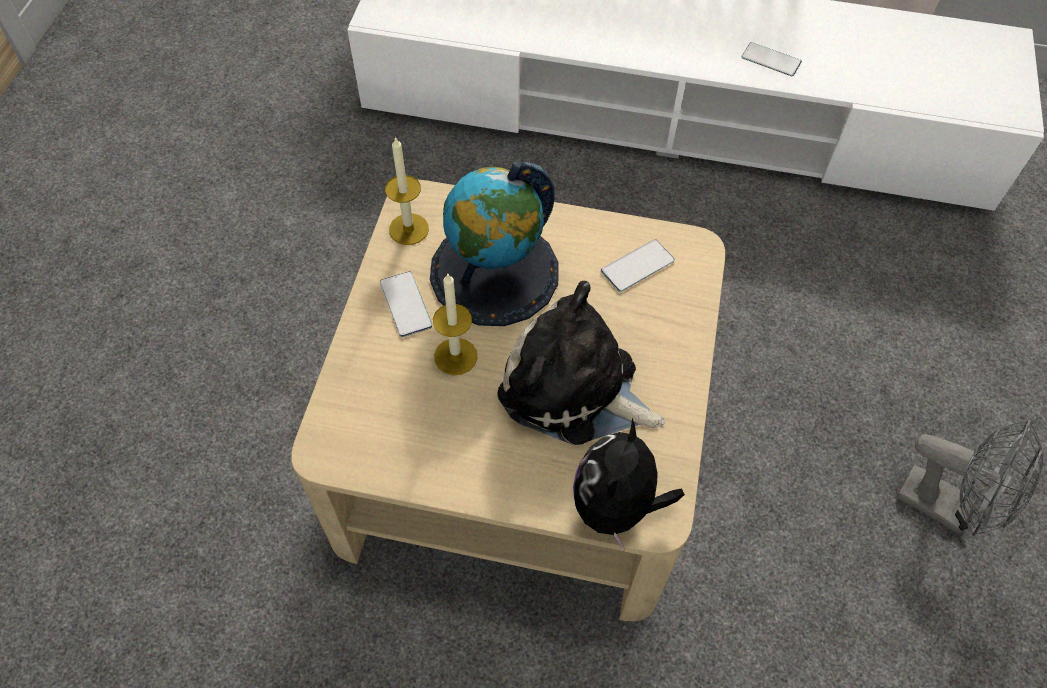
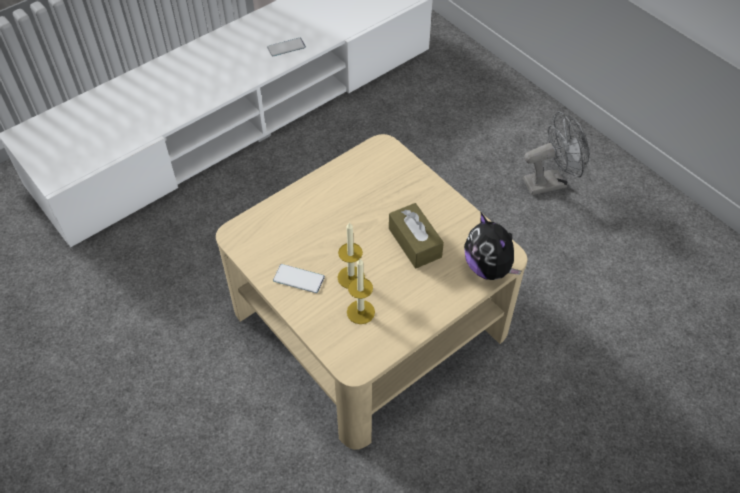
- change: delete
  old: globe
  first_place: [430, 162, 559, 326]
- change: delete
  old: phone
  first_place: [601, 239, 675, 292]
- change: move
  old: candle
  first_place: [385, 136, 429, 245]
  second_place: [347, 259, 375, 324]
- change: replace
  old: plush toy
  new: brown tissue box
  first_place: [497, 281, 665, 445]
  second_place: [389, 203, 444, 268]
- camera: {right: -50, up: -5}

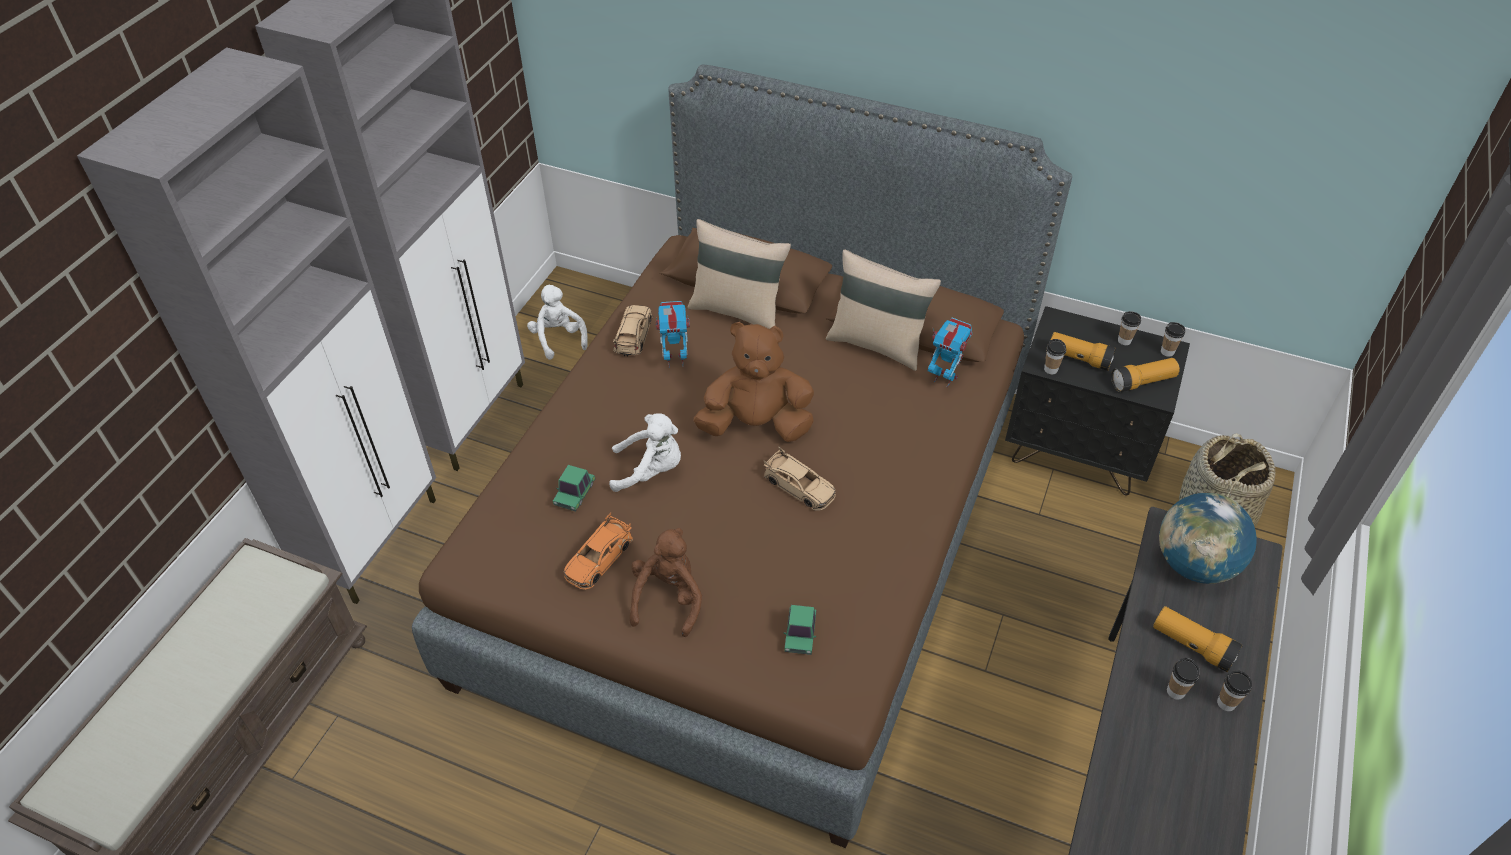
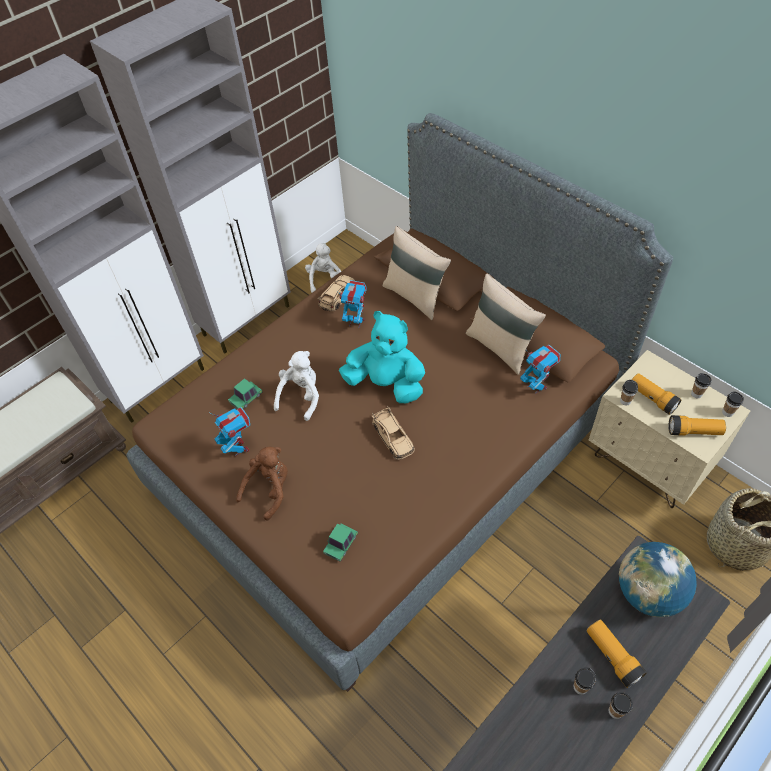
- change: replace
  old: orange toy car
  new: toy robot
  first_place: [564, 512, 633, 590]
  second_place: [210, 407, 250, 456]
- change: recolor
  old: brown plush toy
  new: turquoise plush toy
  first_place: [694, 322, 814, 442]
  second_place: [339, 311, 425, 403]
- change: recolor
  old: black nightstand
  new: beige nightstand
  first_place: [1005, 306, 1190, 495]
  second_place: [589, 350, 750, 508]
- change: rotate
  old: white plush toy
  first_place: [609, 413, 681, 492]
  second_place: [274, 351, 319, 421]
  degrees: -90
- camera: {right: 25, up: 5}

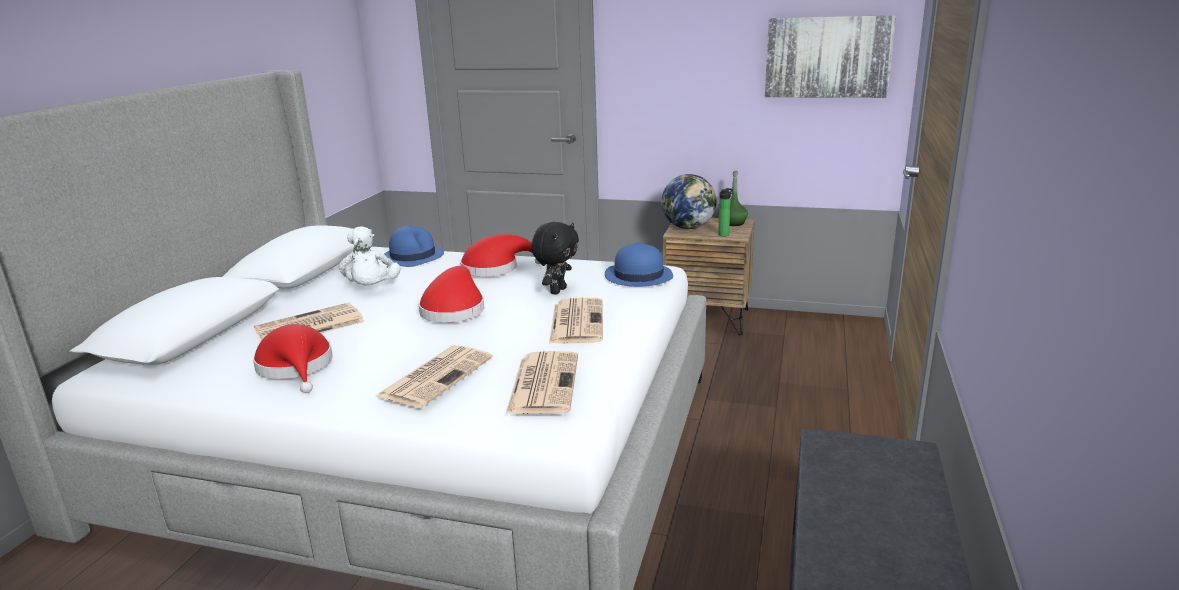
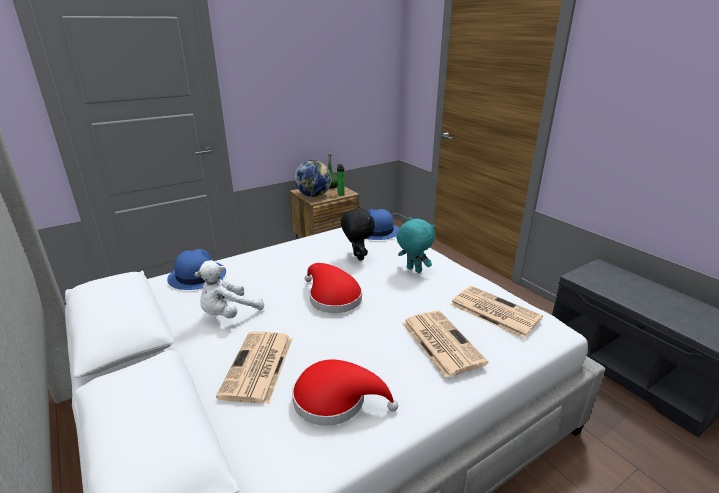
- change: delete
  old: red hat
  first_place: [460, 234, 540, 277]
- change: delete
  old: picture
  first_place: [765, 15, 896, 98]
- change: replace
  old: newspaper
  new: turquoise plush toy
  first_place: [549, 298, 603, 344]
  second_place: [397, 217, 435, 273]
- change: rotate
  old: white plush toy
  first_place: [339, 226, 401, 286]
  second_place: [195, 260, 264, 319]
  degrees: 105
- camera: {right: -50, up: 5}

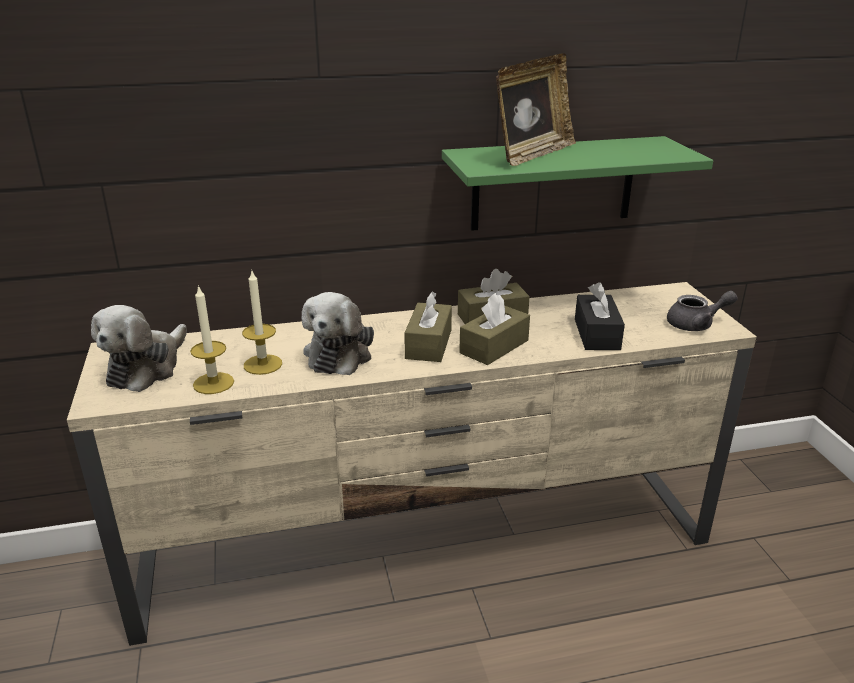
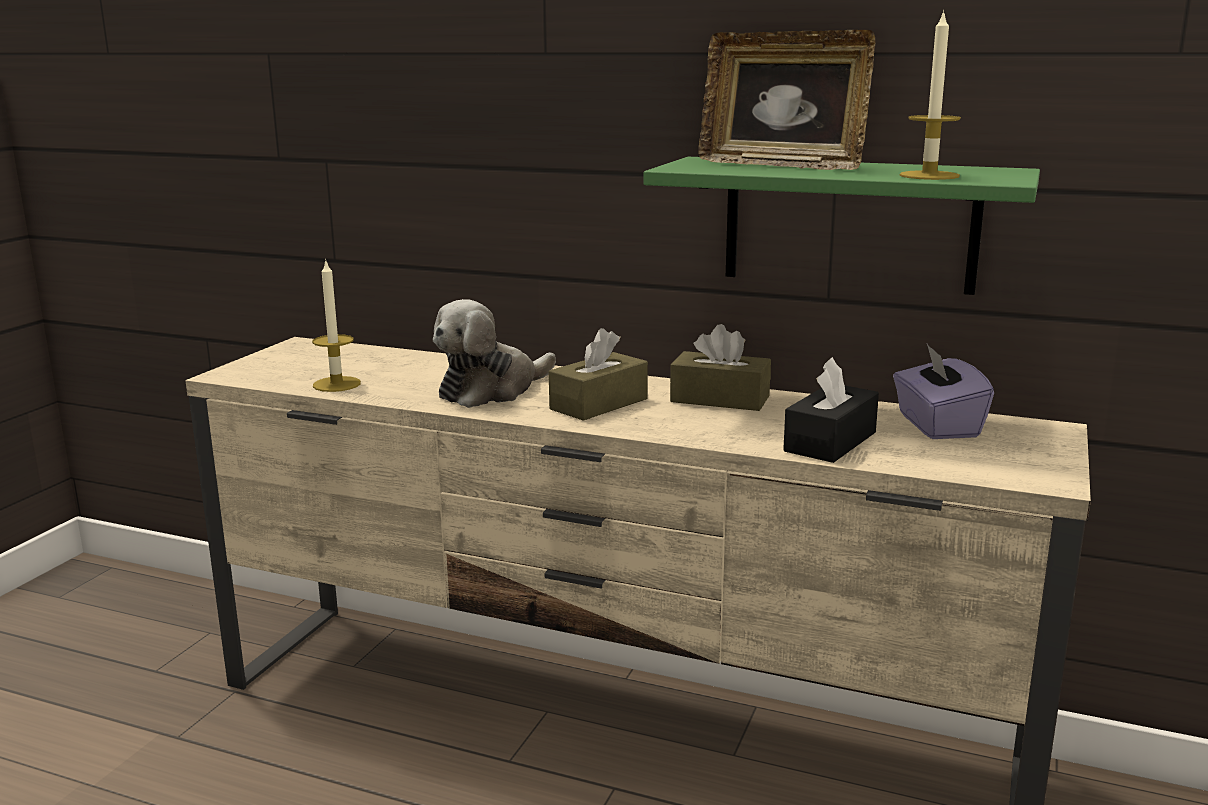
- change: delete
  old: plush toy
  first_place: [91, 305, 187, 392]
- change: delete
  old: brown tissue box
  first_place: [459, 293, 530, 365]
- change: delete
  old: grey teapot
  first_place: [667, 290, 738, 331]
- change: insert
  new: purple tissue box
  second_place: [893, 344, 994, 439]
- change: move
  old: candle
  first_place: [242, 269, 282, 375]
  second_place: [899, 9, 961, 180]
- change: rotate
  old: picture frame
  first_place: [496, 53, 576, 166]
  second_place: [698, 30, 875, 170]
  degrees: 45
- camera: {right: 35, up: -10}

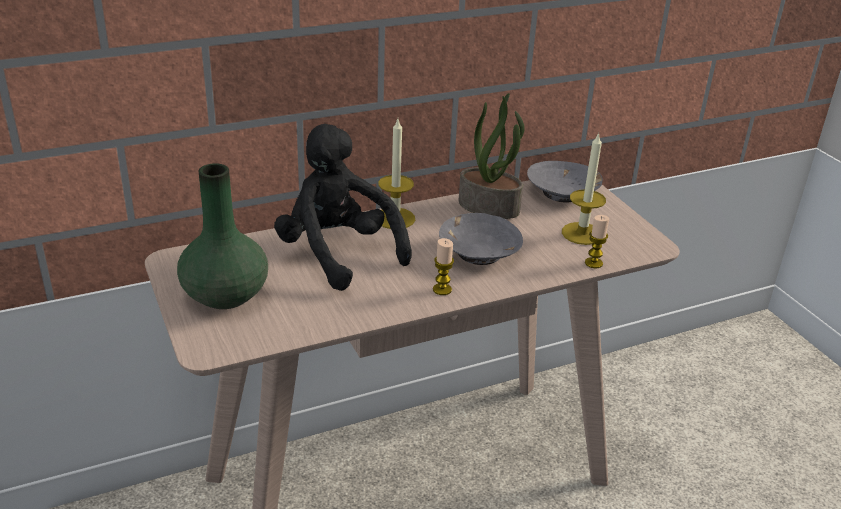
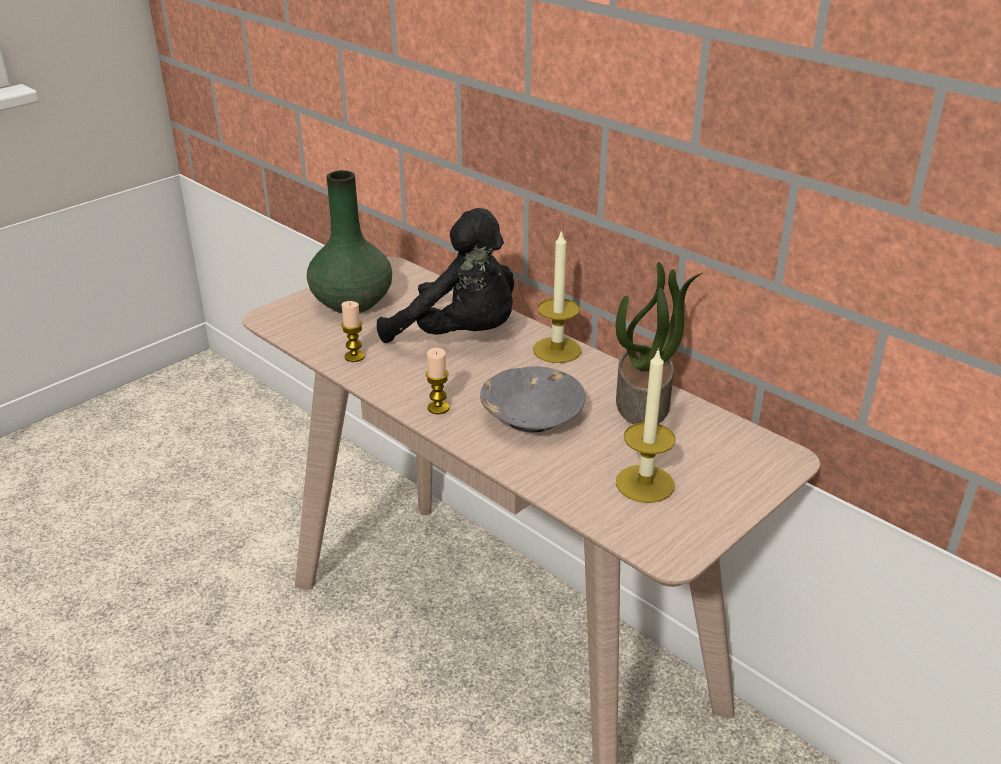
- change: delete
  old: grey bowl
  first_place: [527, 161, 603, 202]
- change: move
  old: candle
  first_place: [585, 215, 609, 268]
  second_place: [341, 301, 365, 362]
- change: rotate
  old: black plush toy
  first_place: [274, 124, 412, 291]
  second_place: [377, 208, 514, 343]
  degrees: 90
- camera: {right: 70, up: 0}

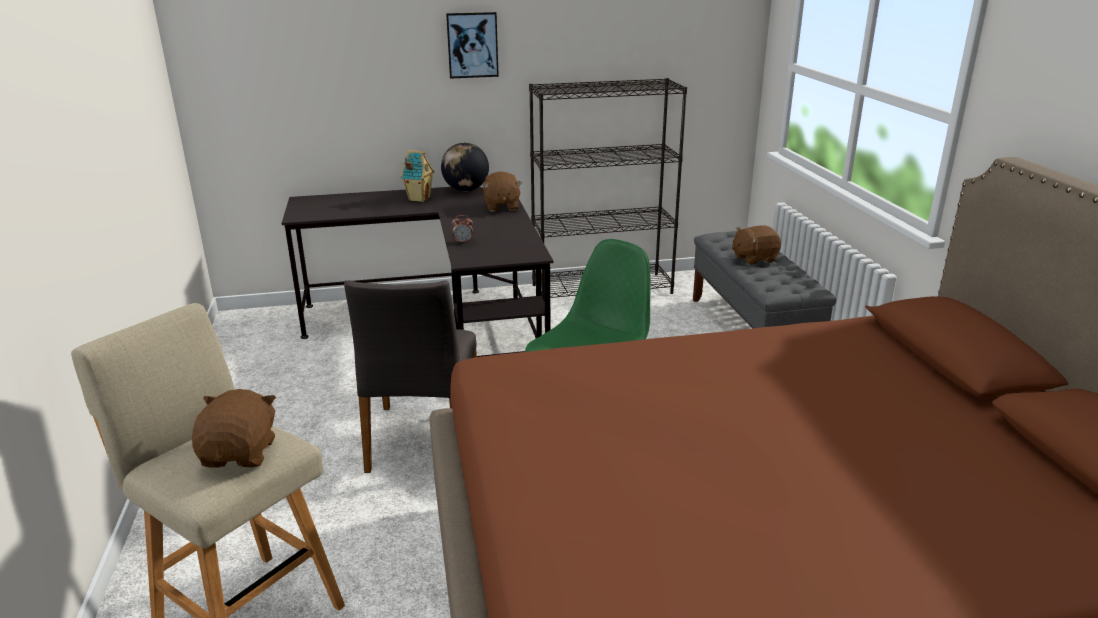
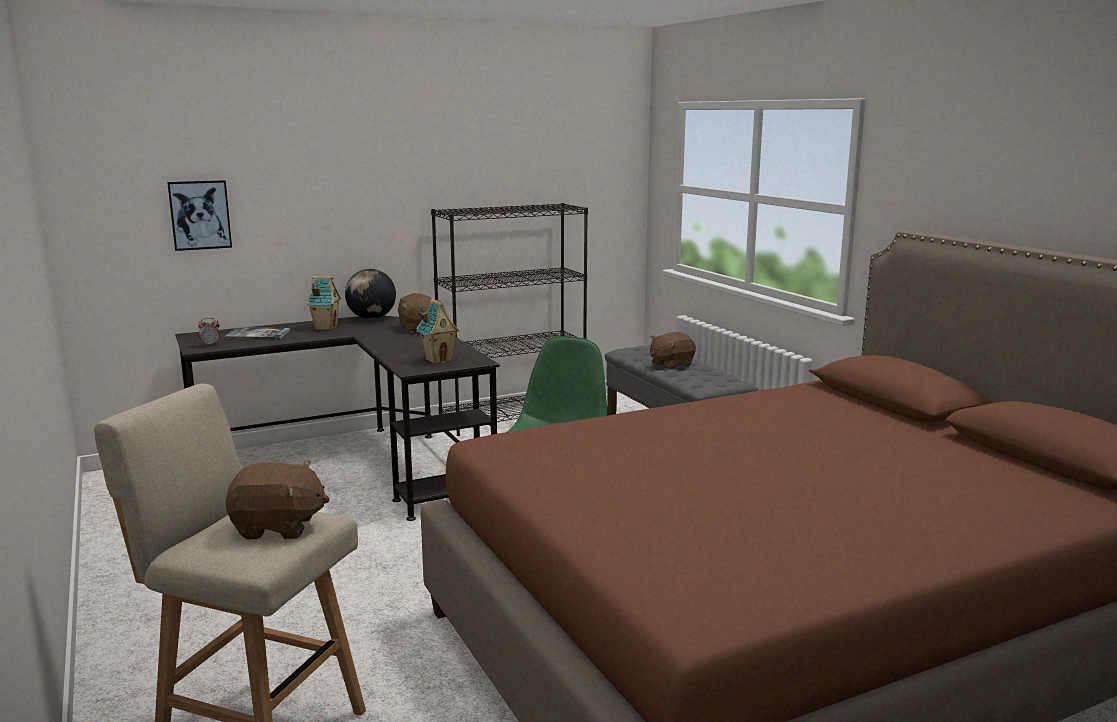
- change: delete
  old: grey chair
  first_place: [344, 280, 477, 473]
- change: insert
  new: book
  second_place: [224, 327, 290, 340]
- change: insert
  new: toy house
  second_place: [416, 299, 460, 364]
- change: move
  old: picture
  first_place: [446, 12, 499, 79]
  second_place: [167, 180, 232, 251]
- change: move
  old: alarm clock
  first_place: [452, 215, 473, 243]
  second_place: [198, 318, 220, 345]
- change: rotate
  old: brown plush toy
  first_place: [192, 389, 276, 468]
  second_place: [226, 461, 330, 540]
  degrees: 105
- camera: {right: -15, up: -10}

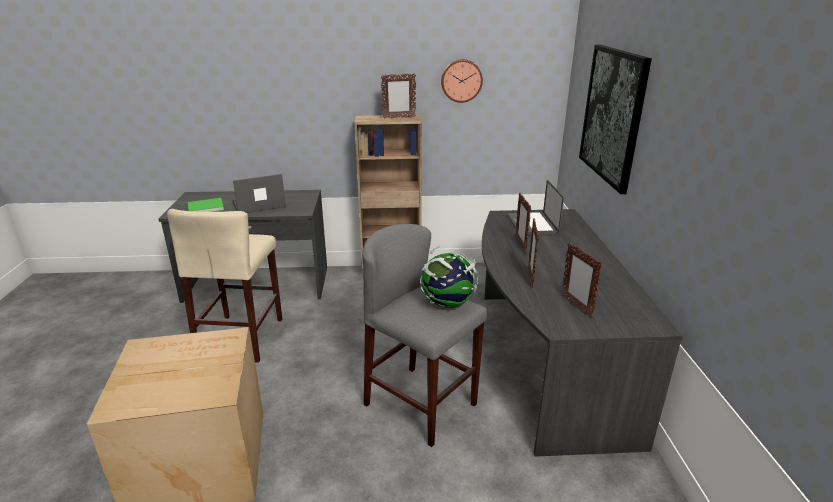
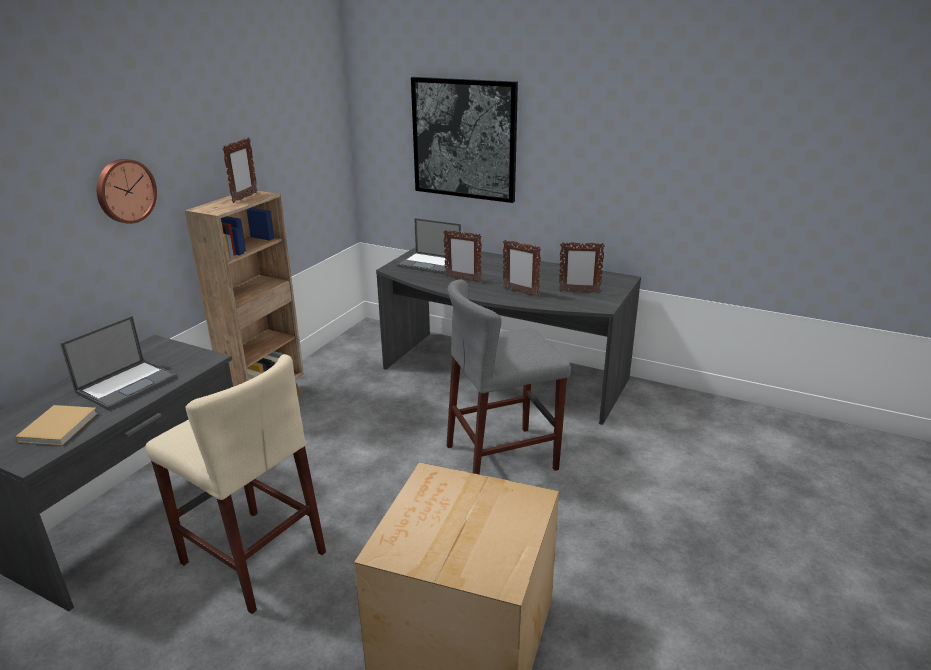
- change: delete
  old: globe
  first_place: [420, 246, 479, 308]
- change: move
  old: wall clock
  first_place: [441, 59, 483, 103]
  second_place: [97, 159, 157, 224]
- change: recolor
  old: green book
  new: beige book
  first_place: [188, 198, 224, 212]
  second_place: [15, 405, 98, 446]
- change: rotate
  old: laptop
  first_place: [232, 174, 286, 213]
  second_place: [60, 316, 177, 410]
  degrees: -150
- camera: {right: -60, up: 0}

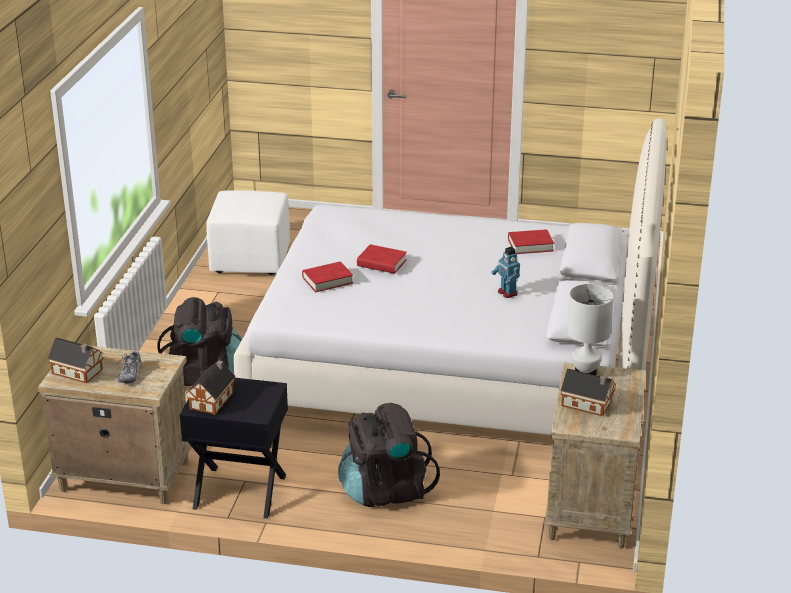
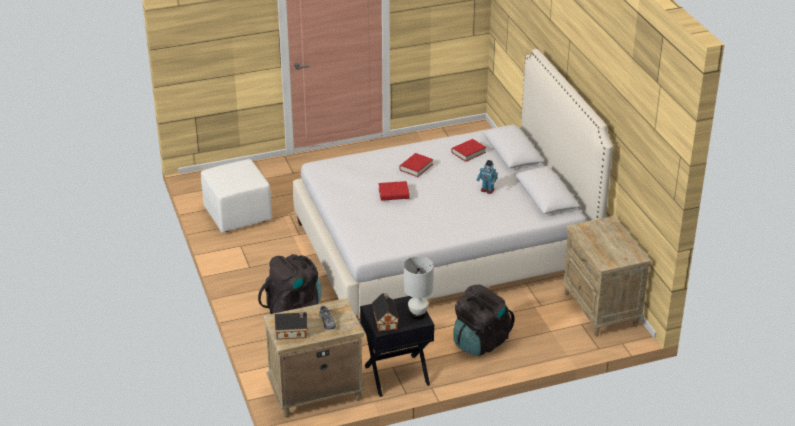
- change: delete
  old: toy house
  first_place: [561, 369, 616, 416]
- change: move
  old: red book
  first_place: [302, 262, 353, 292]
  second_place: [399, 153, 433, 177]
- change: move
  old: white table lamp
  first_place: [567, 284, 614, 375]
  second_place: [404, 256, 434, 319]
- camera: {right: -30, up: 5}

